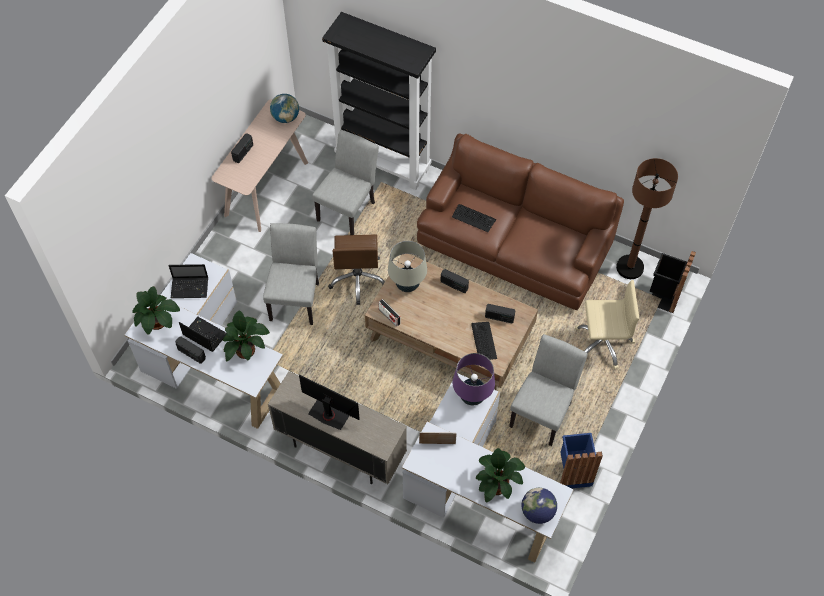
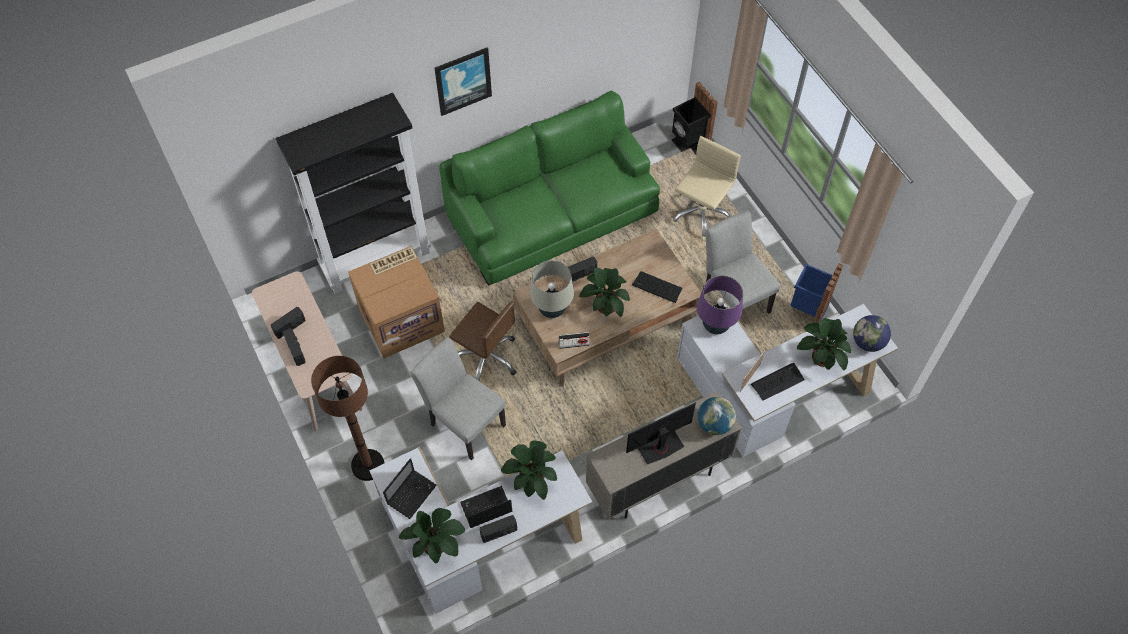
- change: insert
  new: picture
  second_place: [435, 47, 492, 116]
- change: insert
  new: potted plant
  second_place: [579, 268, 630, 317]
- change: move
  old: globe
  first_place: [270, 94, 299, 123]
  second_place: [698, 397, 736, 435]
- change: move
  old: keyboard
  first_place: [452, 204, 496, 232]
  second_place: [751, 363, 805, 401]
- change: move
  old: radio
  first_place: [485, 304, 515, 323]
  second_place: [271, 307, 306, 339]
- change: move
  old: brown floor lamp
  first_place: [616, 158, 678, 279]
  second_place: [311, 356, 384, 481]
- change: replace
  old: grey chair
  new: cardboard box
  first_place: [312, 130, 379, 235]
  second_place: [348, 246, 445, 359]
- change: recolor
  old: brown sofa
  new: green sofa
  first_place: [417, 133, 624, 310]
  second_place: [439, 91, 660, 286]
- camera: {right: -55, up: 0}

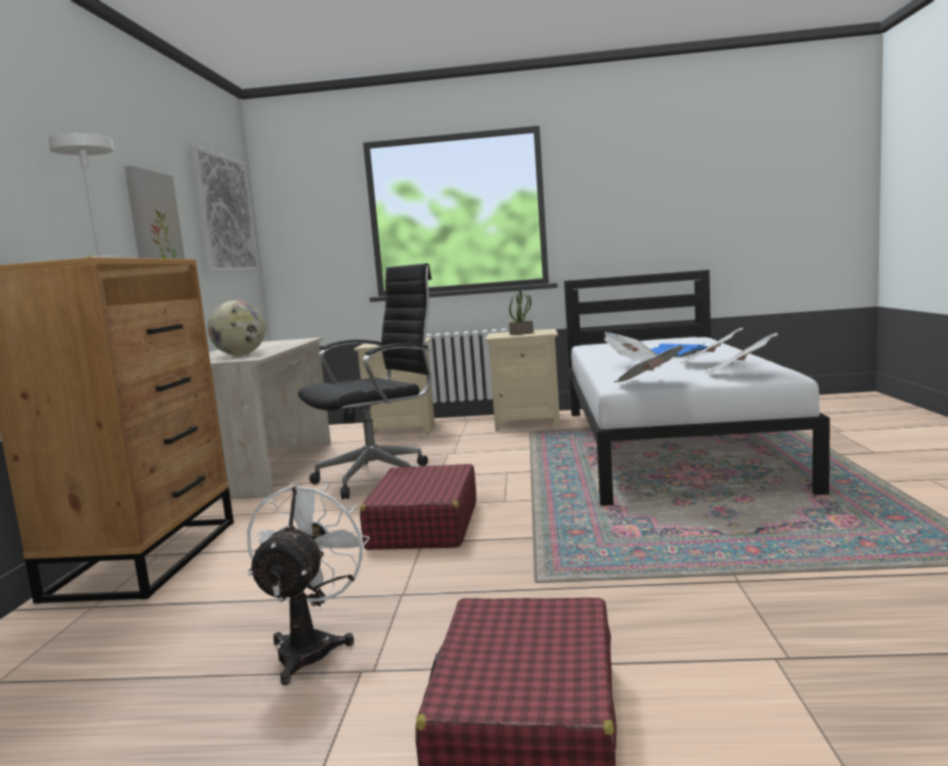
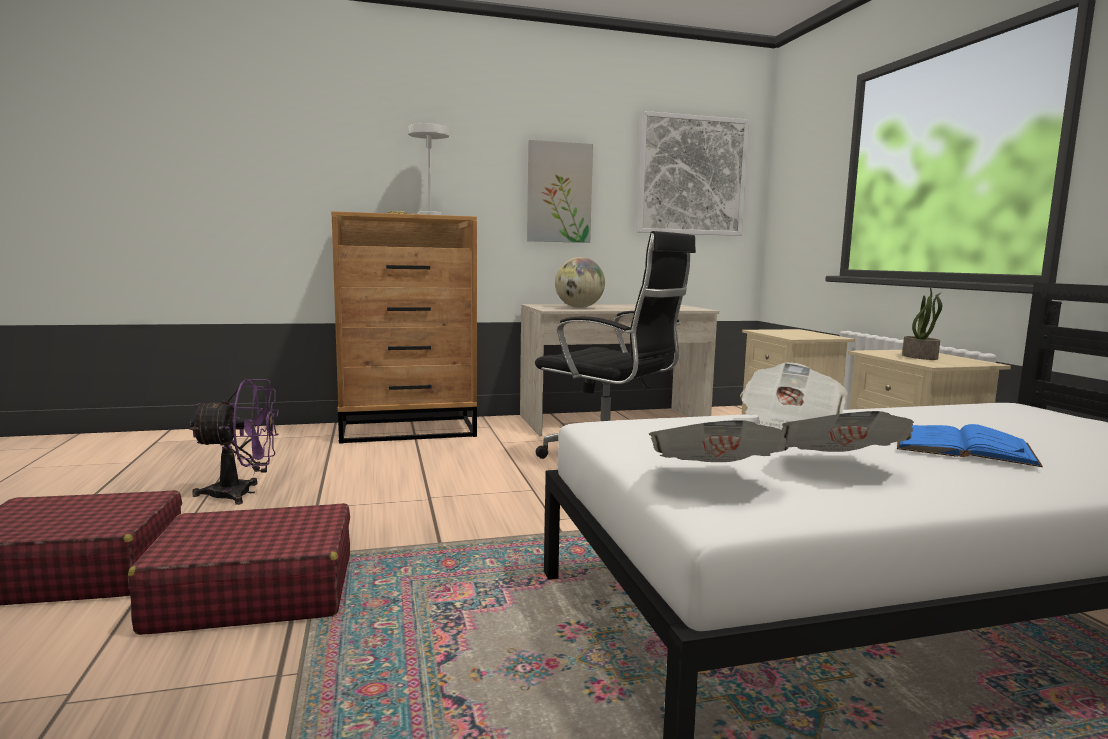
- change: delete
  old: newspaper
  first_place: [614, 345, 684, 383]
- change: move
  old: red suitcase
  first_place: [360, 464, 476, 550]
  second_place: [128, 503, 350, 635]
- change: recolor
  old: white fan
  new: purple fan
  first_place: [247, 482, 370, 685]
  second_place: [189, 379, 279, 505]
- camera: {right: 70, up: 0}

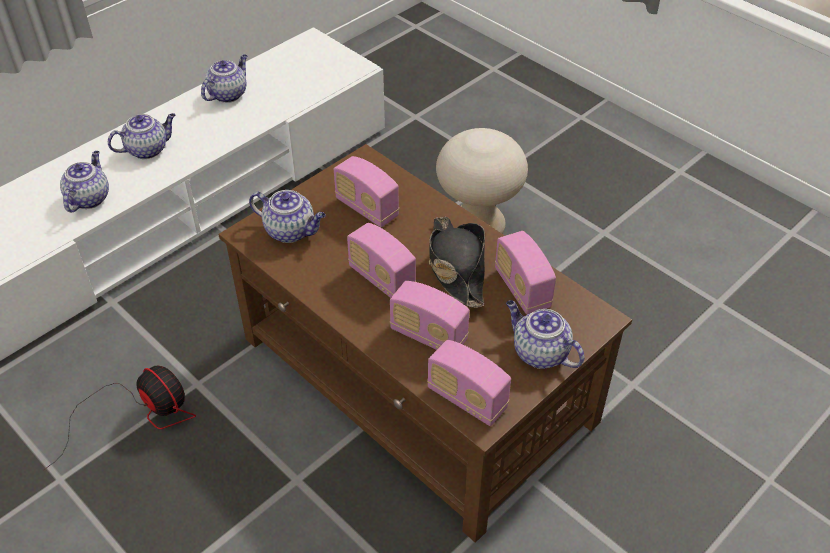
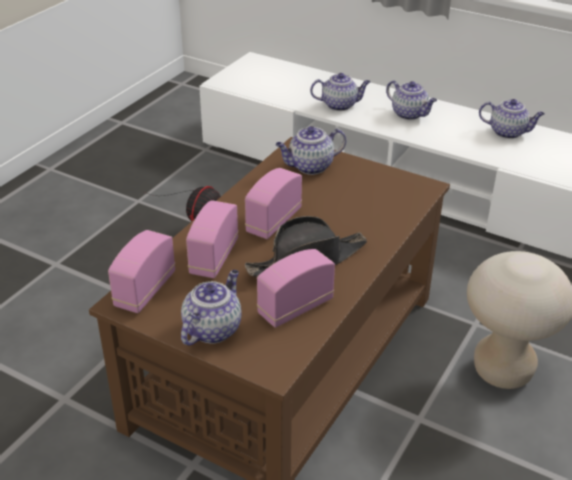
- change: delete
  old: radio
  first_place: [334, 156, 399, 227]
- change: rotate
  old: teapot
  first_place: [249, 190, 326, 243]
  second_place: [275, 126, 346, 175]
  degrees: 60
- camera: {right: 75, up: -10}

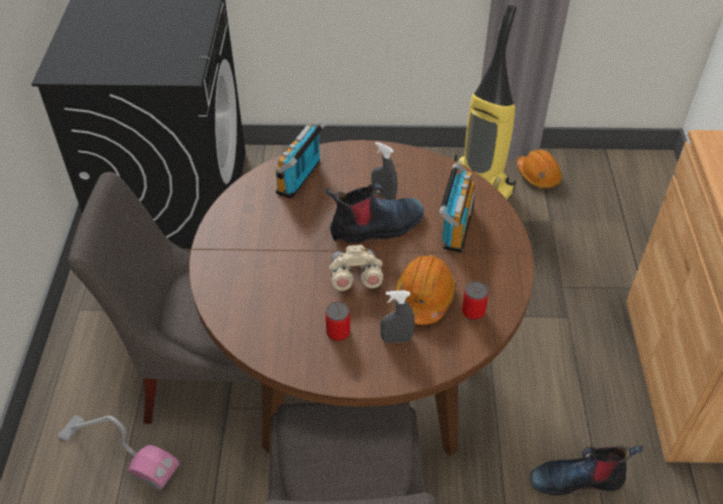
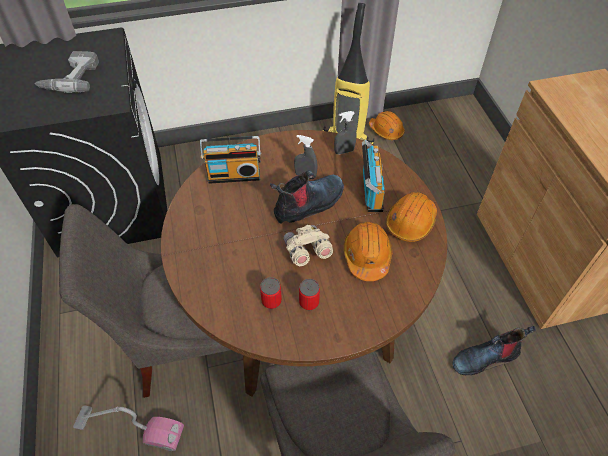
- change: insert
  new: power drill
  second_place: [35, 51, 99, 93]
- change: insert
  new: orange hard hat
  second_place: [386, 192, 437, 242]
- change: move
  old: grey spray bottle
  first_place: [380, 291, 415, 343]
  second_place: [334, 111, 356, 155]
- change: move
  old: can
  first_place: [462, 281, 488, 320]
  second_place: [260, 277, 282, 309]
- change: rotate
  old: radio
  first_place: [276, 121, 325, 199]
  second_place: [200, 136, 261, 184]
  degrees: -105
- camera: {right: -15, up: 5}

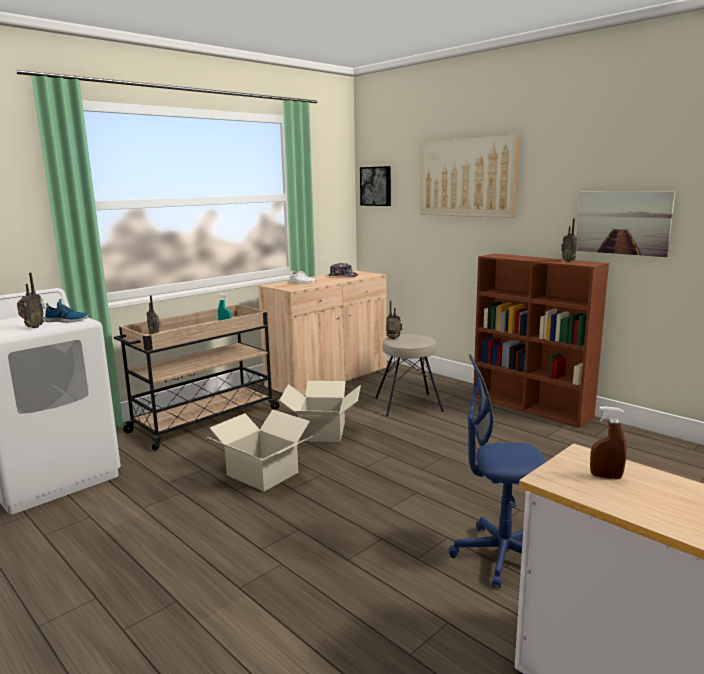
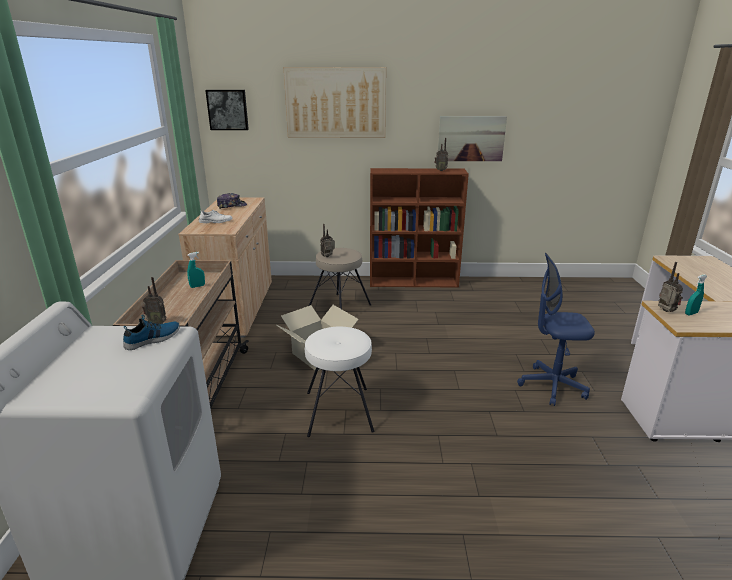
- change: move
  old: radio
  first_place: [17, 273, 45, 328]
  second_place: [658, 262, 683, 312]
- change: replace
  old: cardboard box
  new: white stool
  first_place: [207, 410, 313, 492]
  second_place: [305, 327, 375, 437]
- change: recolor
  old: brown spray bottle
  new: turquoise spray bottle
  first_place: [590, 406, 627, 479]
  second_place: [685, 274, 707, 315]
- change: rotate
  old: blue office chair
  first_place: [449, 354, 546, 588]
  second_place: [517, 253, 595, 406]
  degrees: 45
- camera: {right: -45, up: 10}

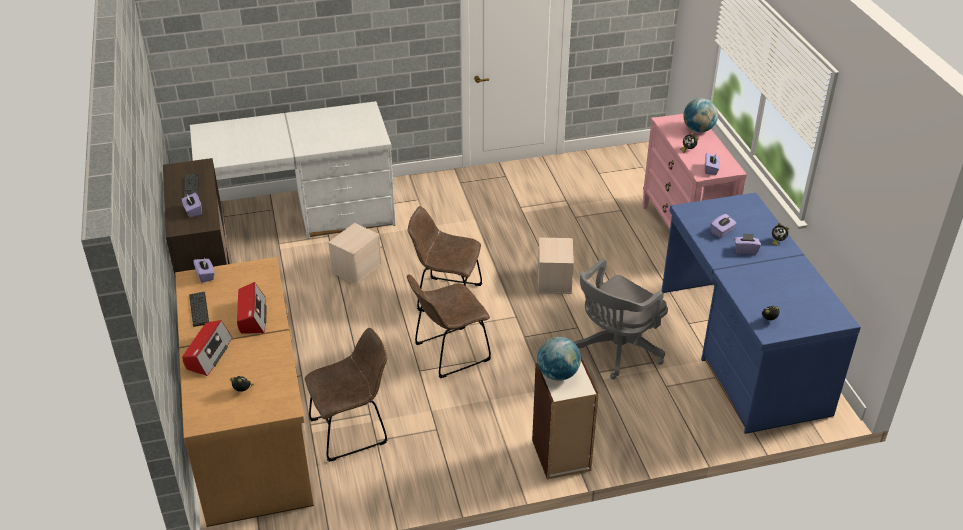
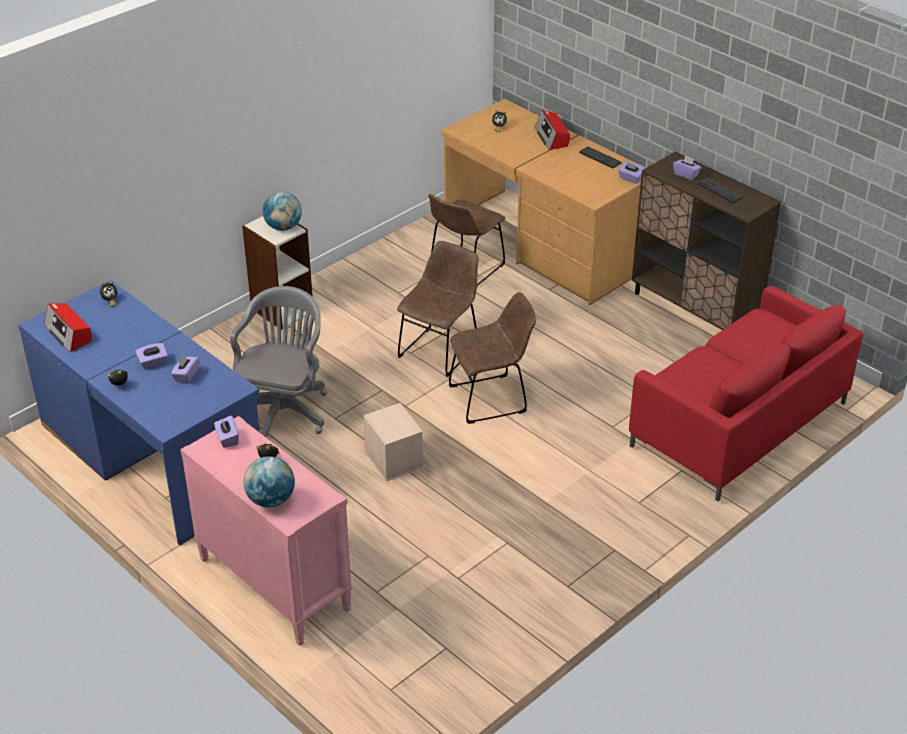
- change: delete
  old: beige storage box
  first_place: [328, 223, 382, 285]
- change: move
  old: radio
  first_place: [237, 282, 266, 333]
  second_place: [44, 303, 91, 352]
- change: replace
  old: white desk
  new: red sofa
  first_place: [190, 101, 396, 239]
  second_place: [629, 286, 863, 501]
- camera: {right: 150, up: 0}

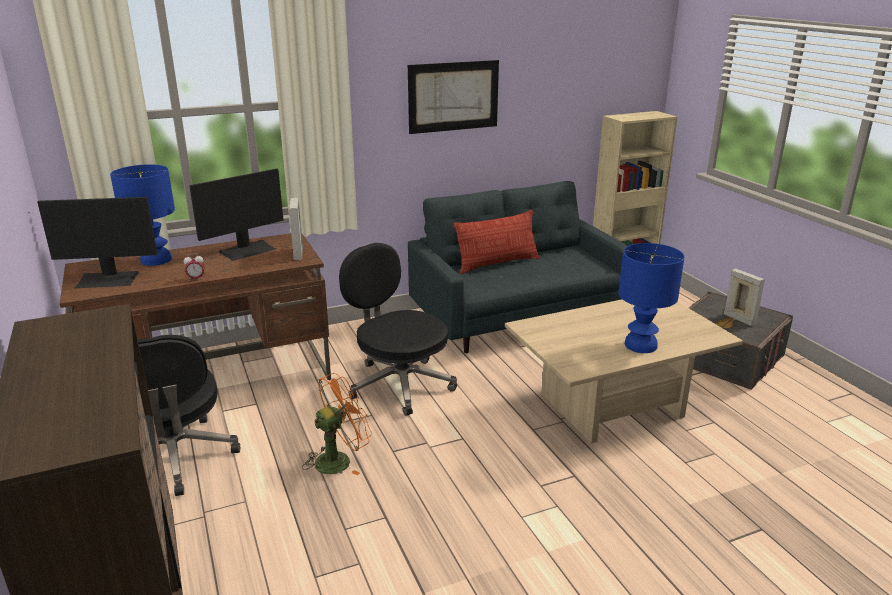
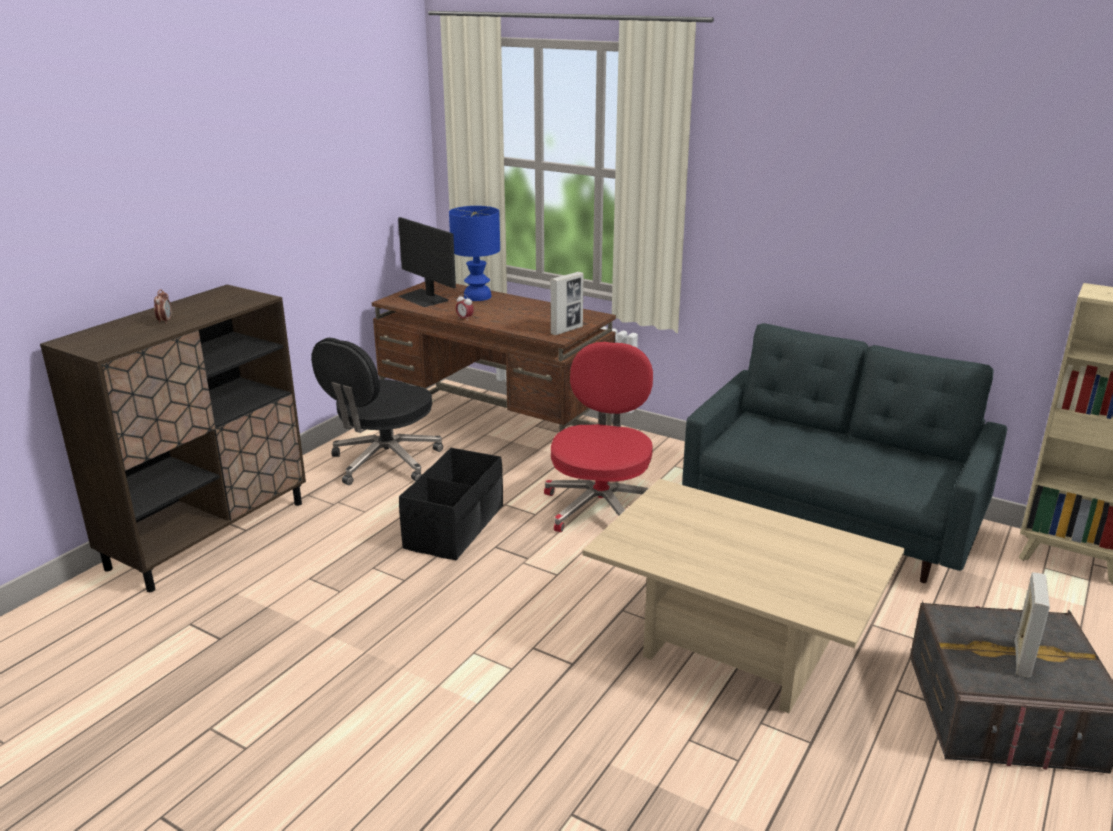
- change: delete
  old: monitor
  first_place: [189, 169, 284, 261]
- change: delete
  old: picture
  first_place: [408, 60, 499, 134]
- change: delete
  old: pillow
  first_place: [454, 210, 540, 274]
- change: delete
  old: blue table lamp
  first_place: [619, 243, 684, 353]
- change: insert
  new: alarm clock
  second_place: [154, 289, 172, 324]
- change: replace
  old: orange fan
  new: black storage box
  first_place: [302, 373, 372, 476]
  second_place: [399, 448, 503, 560]
- change: recolor
  old: black office chair
  new: red office chair
  first_place: [339, 243, 457, 416]
  second_place: [544, 342, 653, 532]
- camera: {right: 55, up: 0}

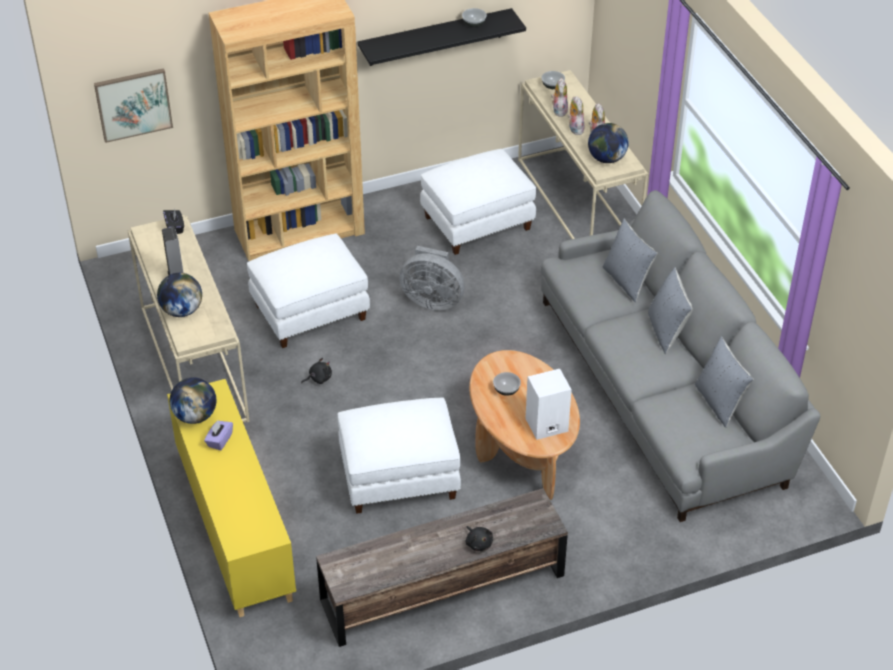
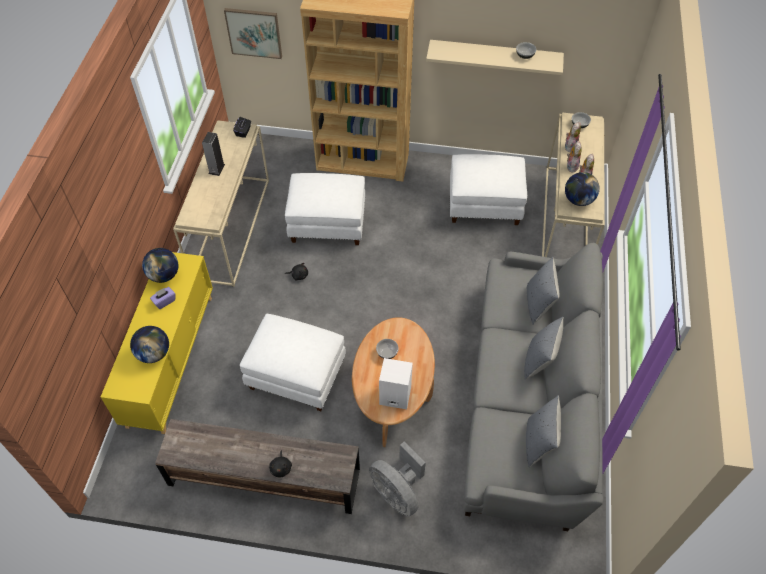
- change: move
  old: globe
  first_place: [157, 273, 202, 317]
  second_place: [130, 326, 169, 363]
- change: move
  old: grey fan
  first_place: [400, 246, 465, 310]
  second_place: [369, 441, 426, 517]
- change: recolor
  old: black shelf
  new: beige shelf
  first_place: [358, 8, 526, 66]
  second_place: [426, 40, 564, 75]
- camera: {right: 30, up: 10}

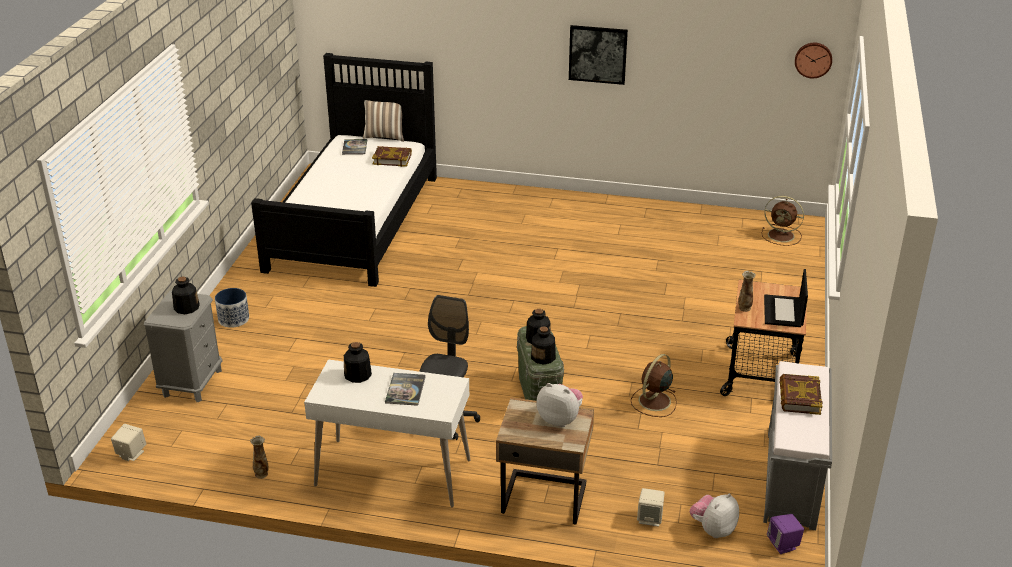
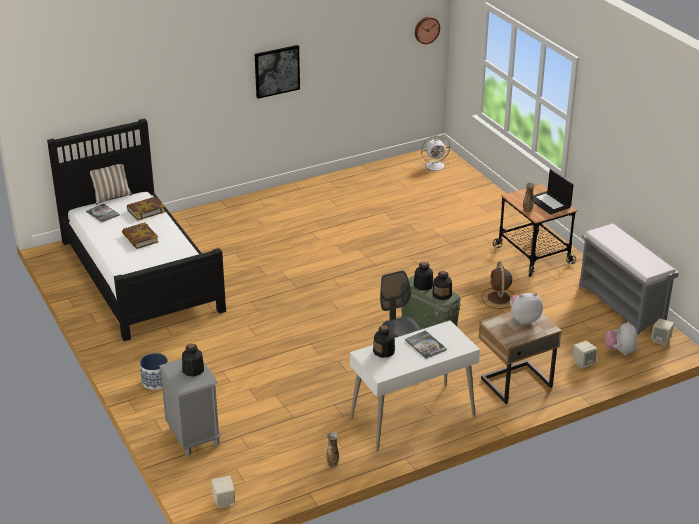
- change: move
  old: book
  first_place: [779, 374, 823, 415]
  second_place: [122, 222, 159, 249]
- change: recolor
  old: brown fan
  new: white fan
  first_place: [762, 196, 804, 246]
  second_place: [418, 135, 451, 173]
- change: recolor
  old: purple speaker
  new: beige speaker
  first_place: [767, 514, 804, 554]
  second_place: [651, 318, 674, 346]
- camera: {right: -40, up: 0}

